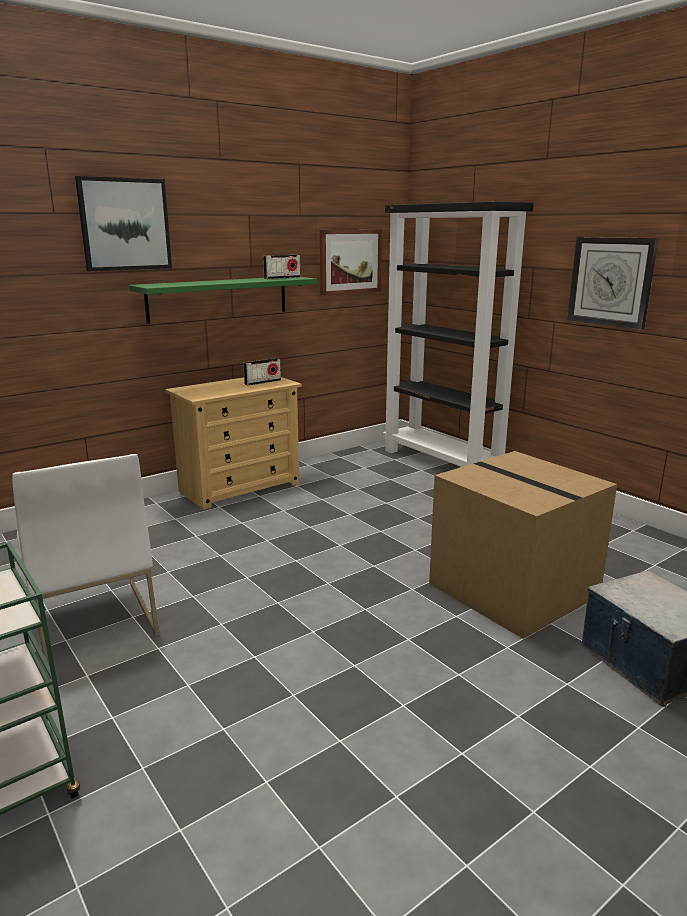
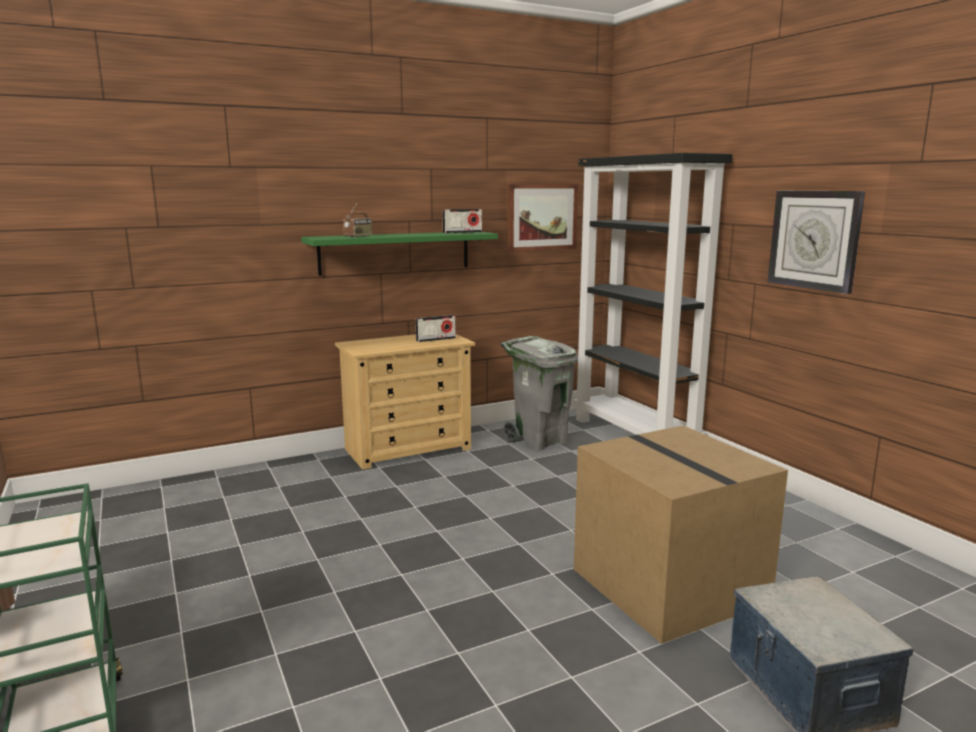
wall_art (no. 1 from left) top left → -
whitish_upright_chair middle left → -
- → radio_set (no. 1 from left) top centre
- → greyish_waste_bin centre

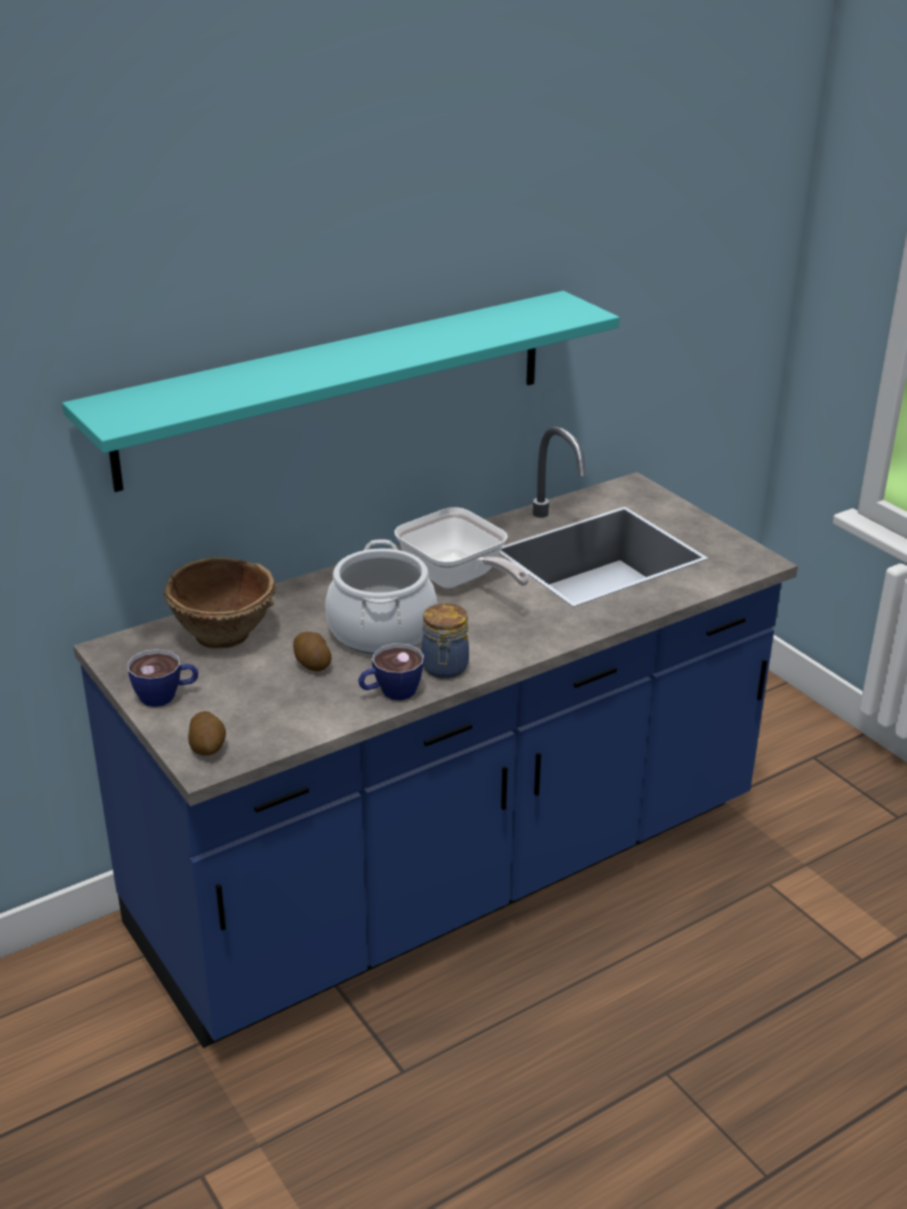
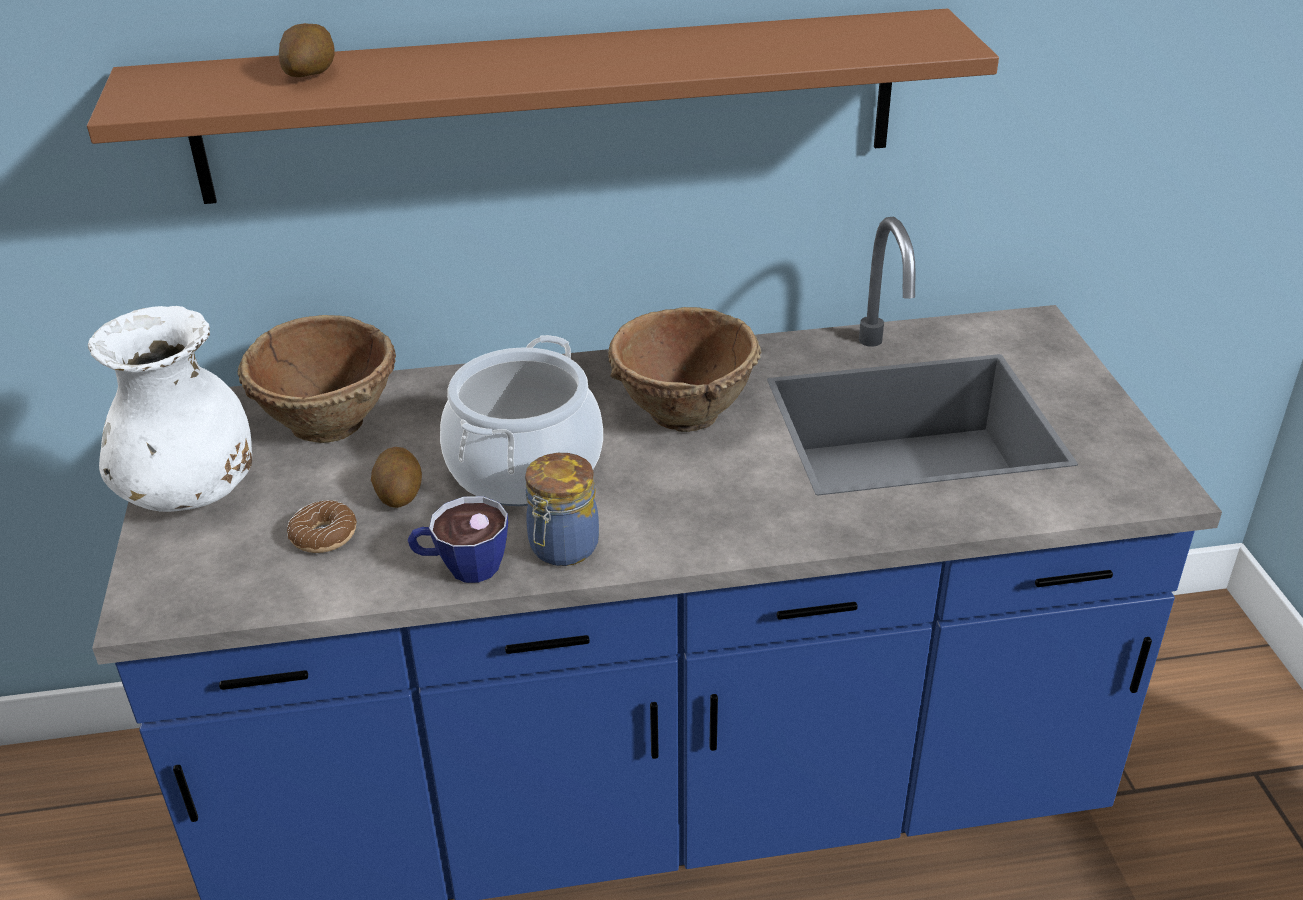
blue-green_shelf top centre → brownish_shelf top centre
pan centre → brownish_bowl (no. 2 from left) centre
small_cup (no. 1 from left) middle left → whitish_flower_vase middle left
spud (no. 1 from left) middle left → spud (no. 1 from left) top left, shifted
- → doughnut middle left

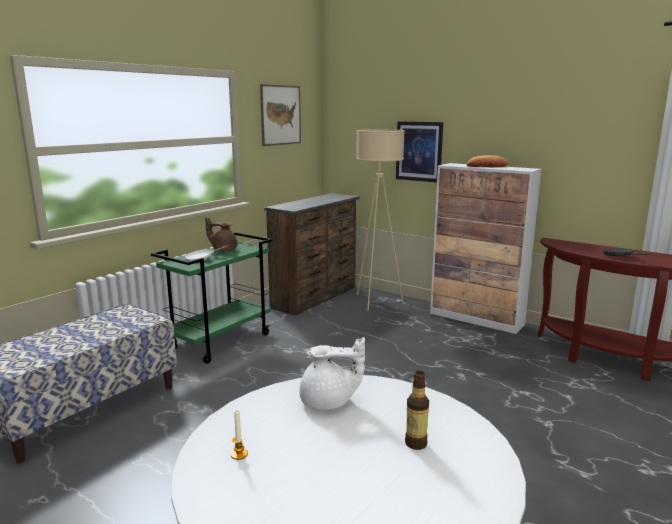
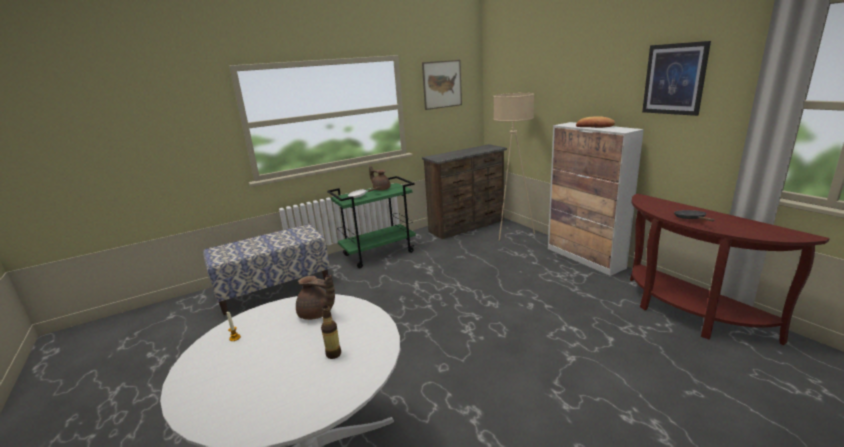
wall_art (no. 2 from left) top centre → wall_art (no. 2 from left) top right, shifted
whitish_pot_for_tea bottom centre → brownish_pot_for_tea (no. 1 from left) centre

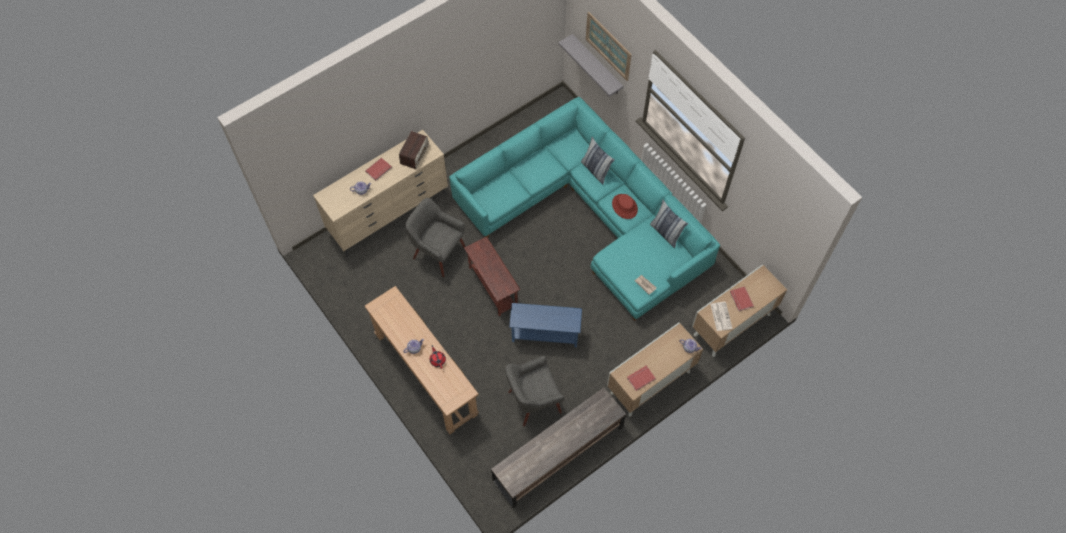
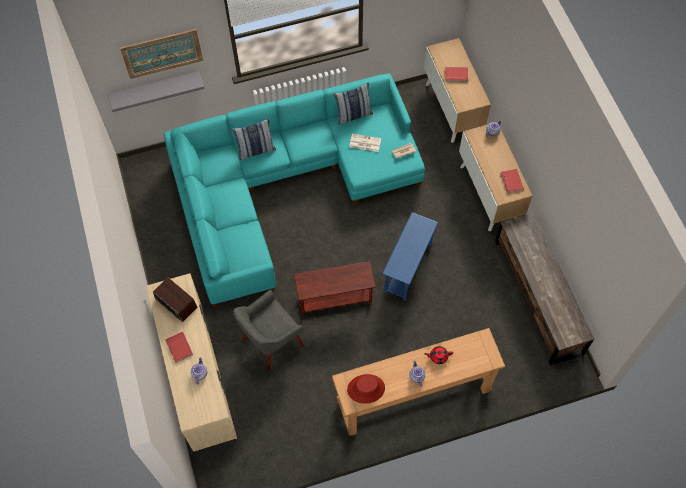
reddish_wearable_hat centre → reddish_wearable_hat bottom centre, shifted
printed_paper (no. 2 from left in the first image) middle right → printed_paper (no. 1 from left) top centre, shifted
greyish_lounge_chair (no. 2 from left) bottom centre → -

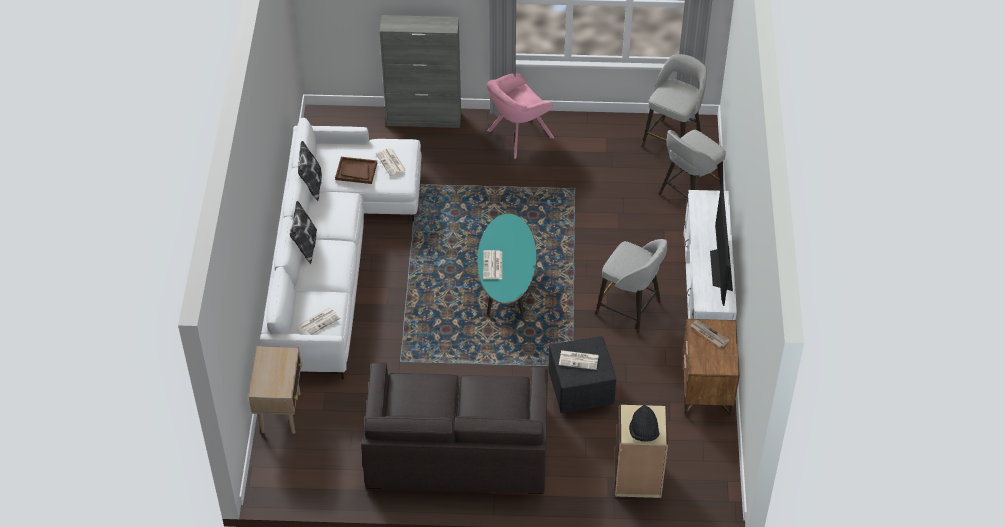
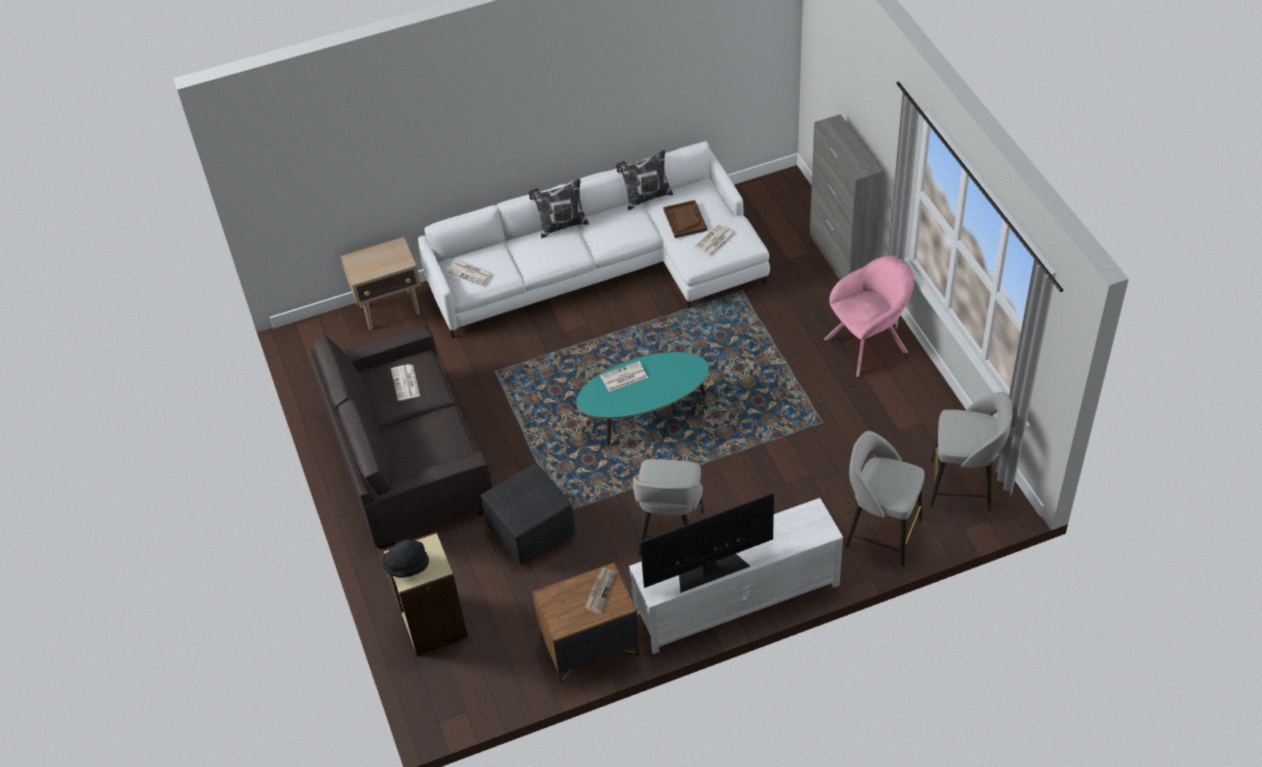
pink_lounge_chair top centre → pink_lounge_chair middle right, 120 degrees clockwise
printed_paper (no. 4 from left in the first image) bottom centre → printed_paper (no. 1 from left) middle left, shifted

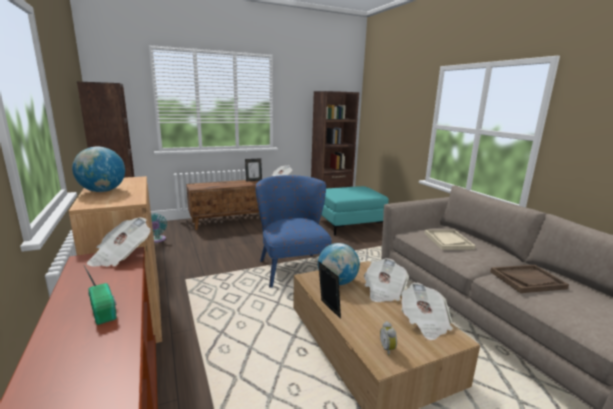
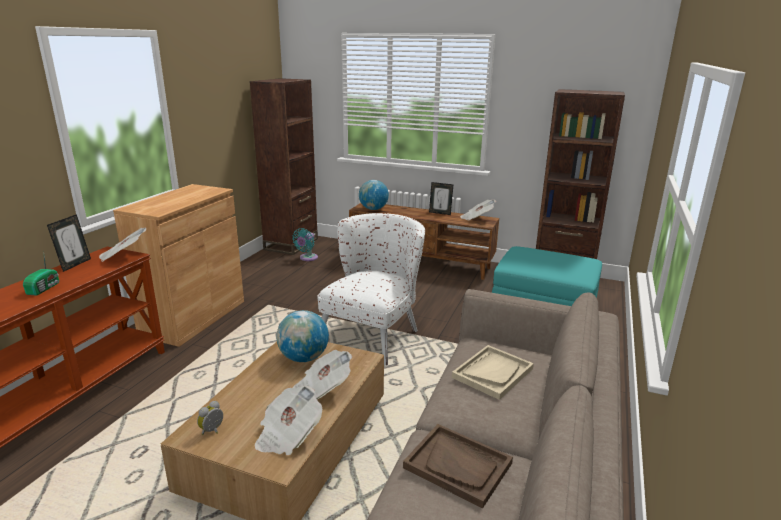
desk_globe (no. 1 from left in the first image) middle left → desk_globe (no. 2 from left) centre, shifted
bluish_lounge_chair centre → whitish_lounge_chair centre
standing_frame (no. 2 from left in the first image) bottom centre → standing_frame (no. 1 from left) middle left, shifted

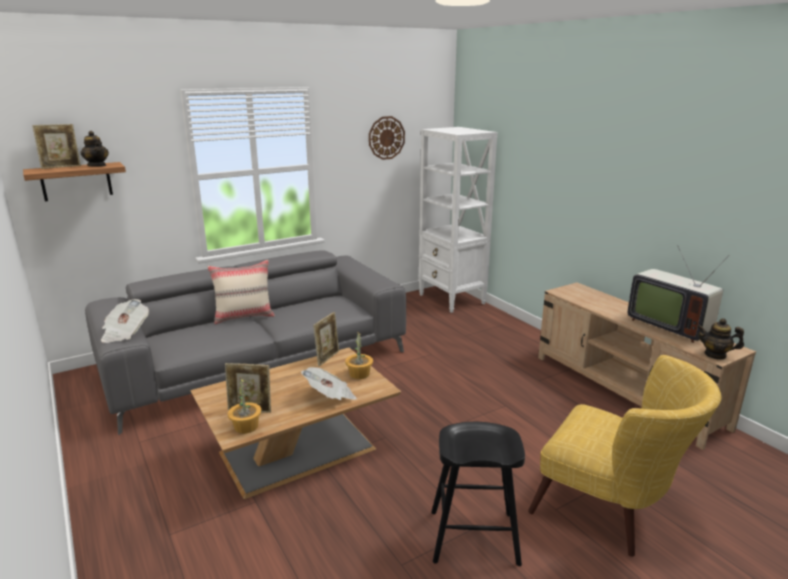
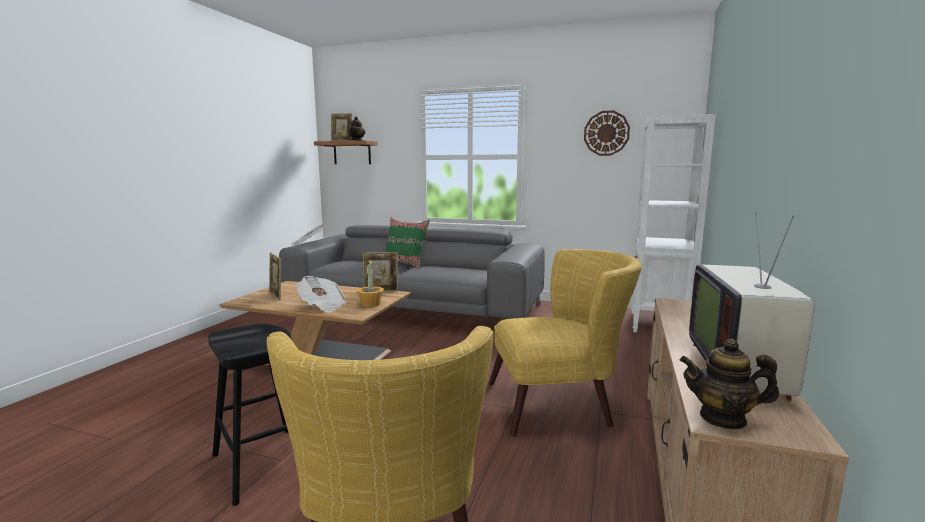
sand-coloured_cushion middle left → green-coloured_cushion centre
pot_for_tea (no. 2 from left) middle right → pot_for_tea (no. 2 from left) bottom right, 60 degrees counterclockwise
potted_plant (no. 1 from left) bottom left → -
- → yellow-coloured_lounge_chair (no. 2 from left) centre

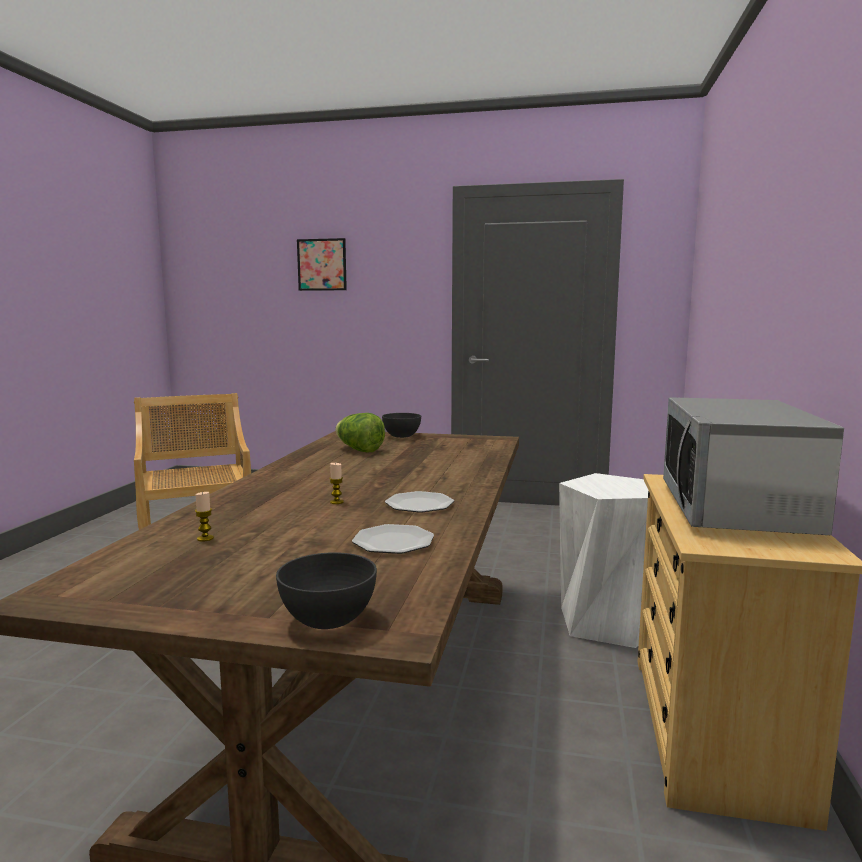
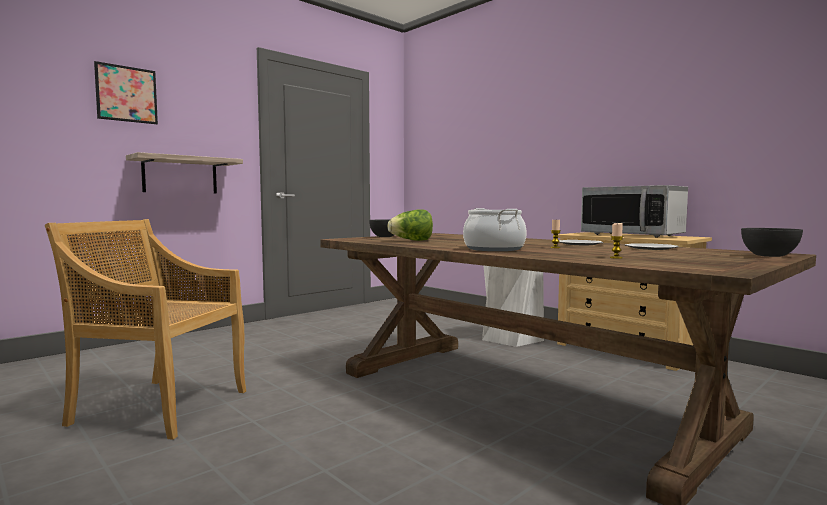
- → shelf middle left
- → stockpot centre

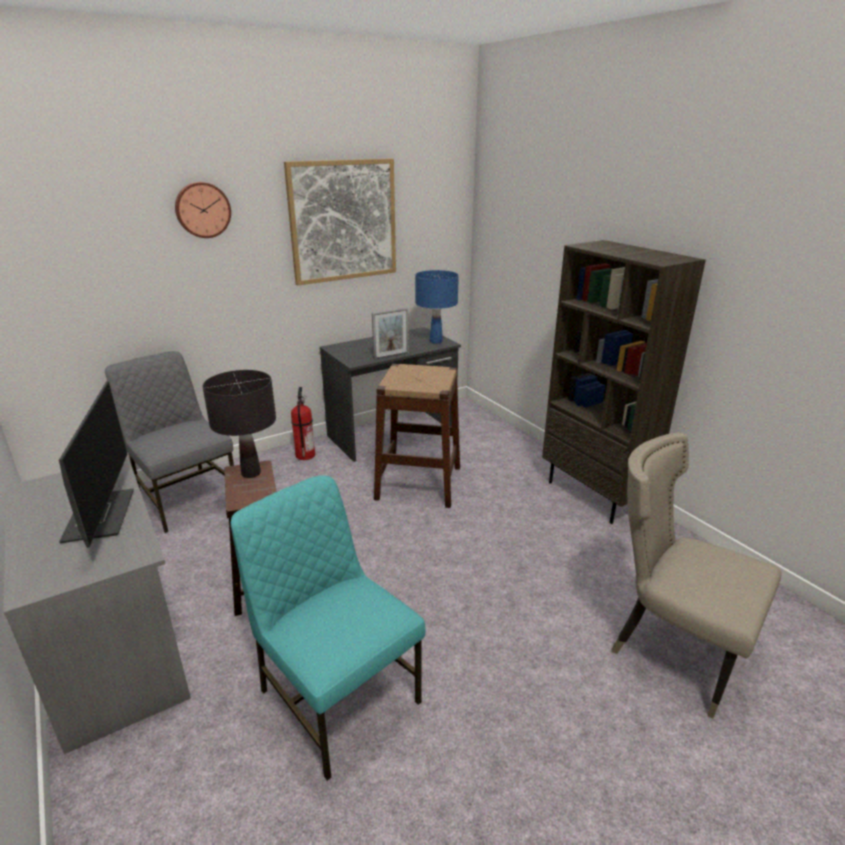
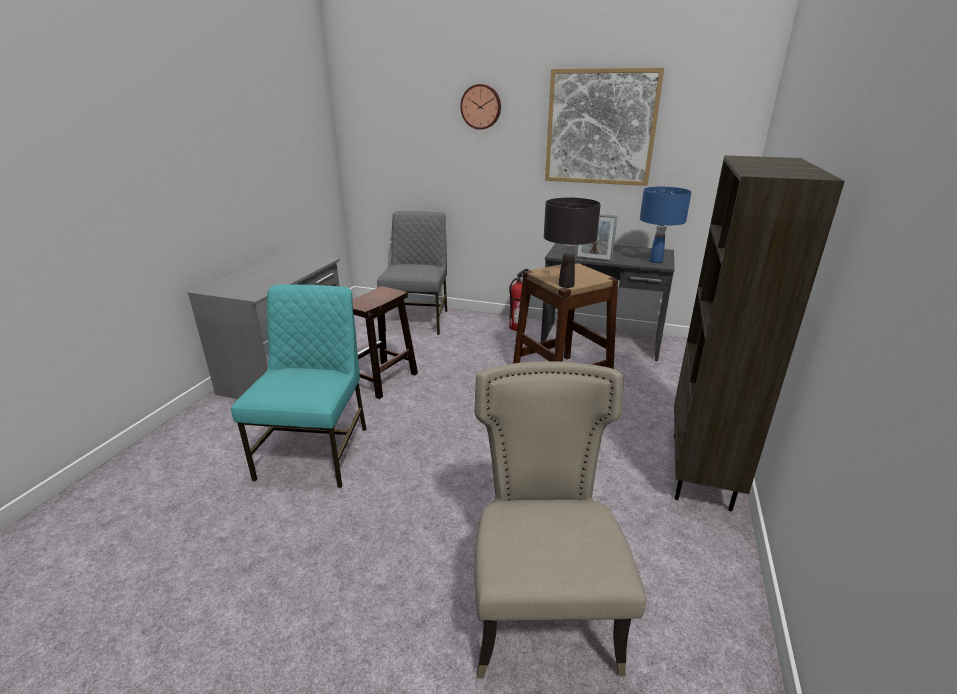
black_table_lamp middle left → black_table_lamp centre, shifted
computer_screen middle left → -

